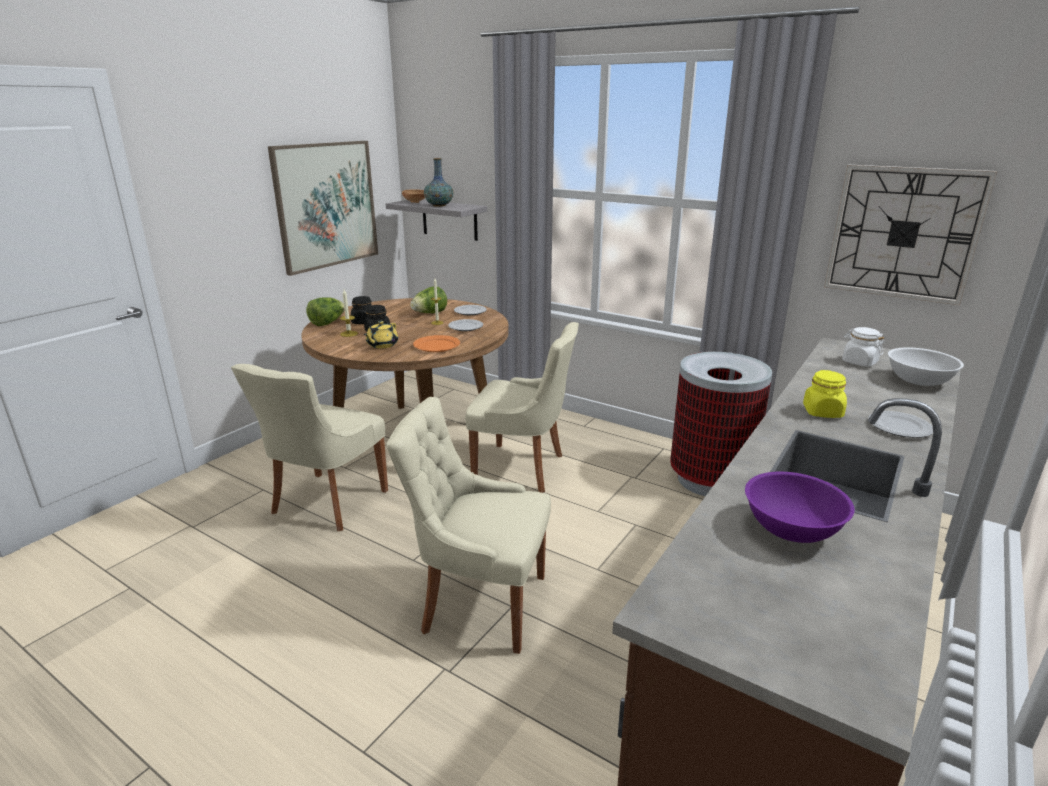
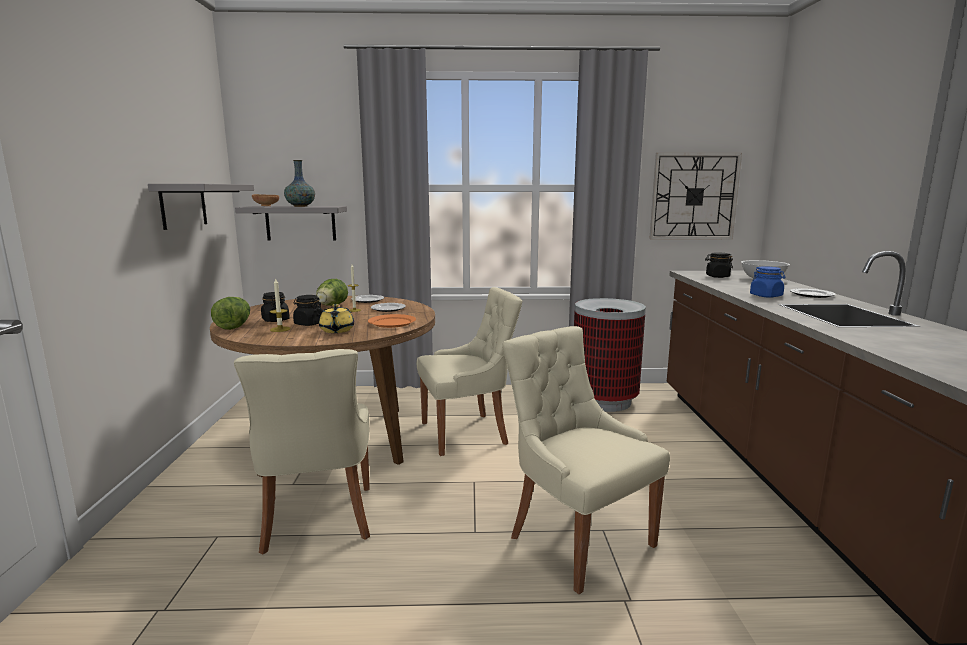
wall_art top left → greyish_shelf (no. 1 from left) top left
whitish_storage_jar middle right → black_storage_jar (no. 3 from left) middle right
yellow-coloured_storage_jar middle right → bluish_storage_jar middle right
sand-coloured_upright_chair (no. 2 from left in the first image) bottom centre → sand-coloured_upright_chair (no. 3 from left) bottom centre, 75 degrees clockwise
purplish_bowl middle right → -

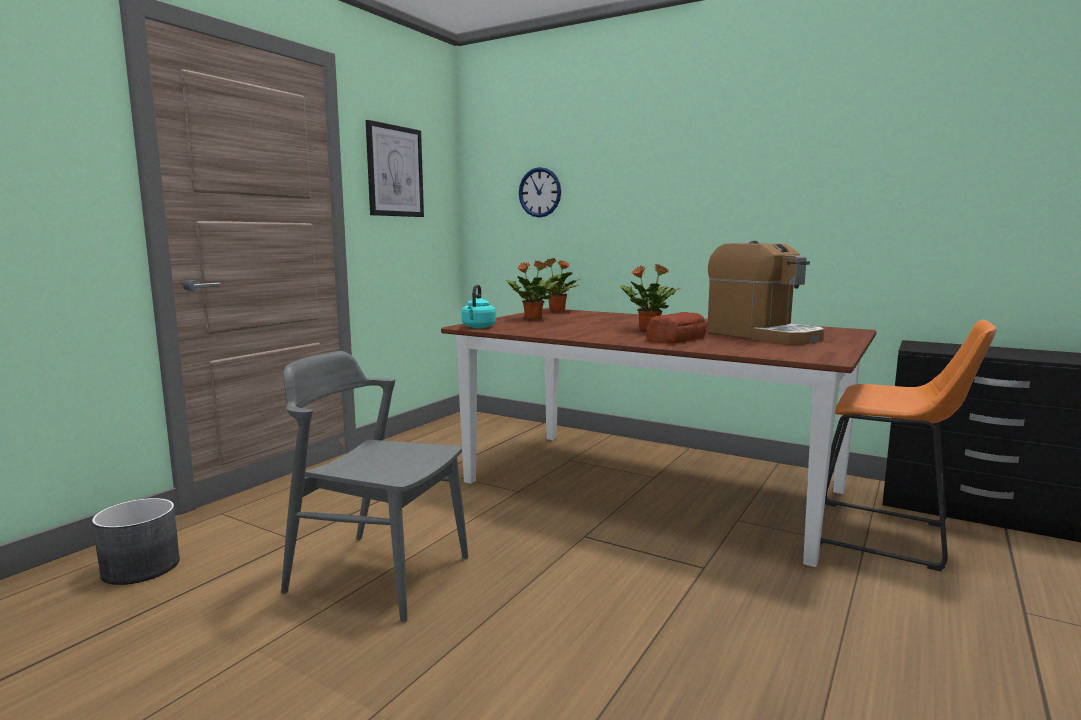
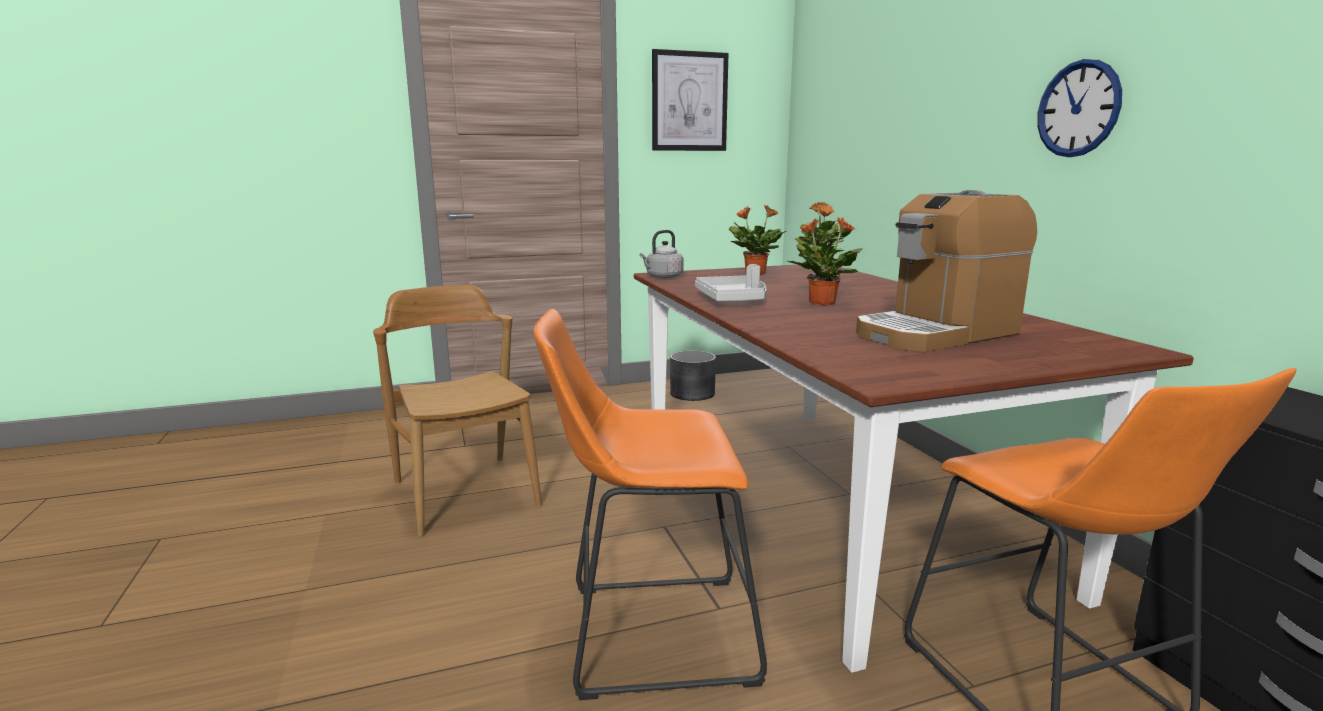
wall_clock top centre → wall_clock top right, shifted
coffee_maker middle right, 60 degrees clockwise
blue-green_water_kettle centre → greyish_water_kettle centre
baked_bread centre → -
greyish_upright_chair bottom centre → brownish_upright_chair centre
greyish_planter bottom left → greyish_planter centre, shifted
- → greyish_tray centre
- → orange_sitting_stool (no. 1 from left) bottom centre

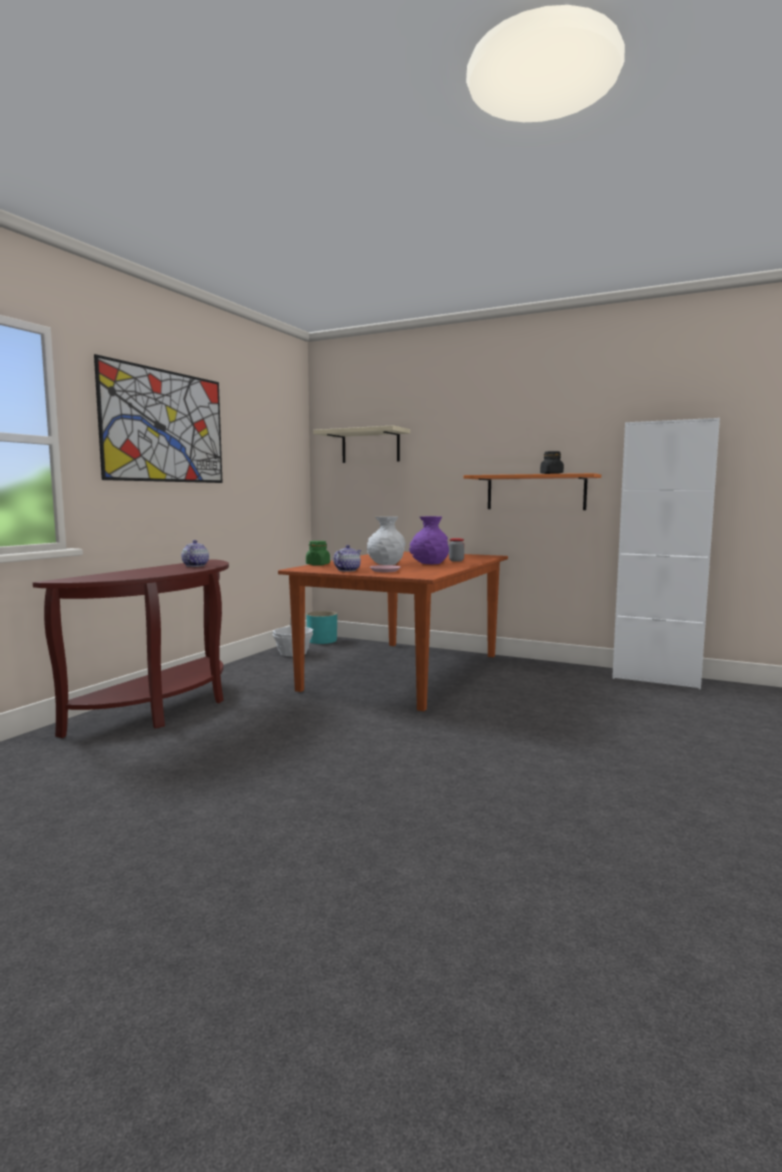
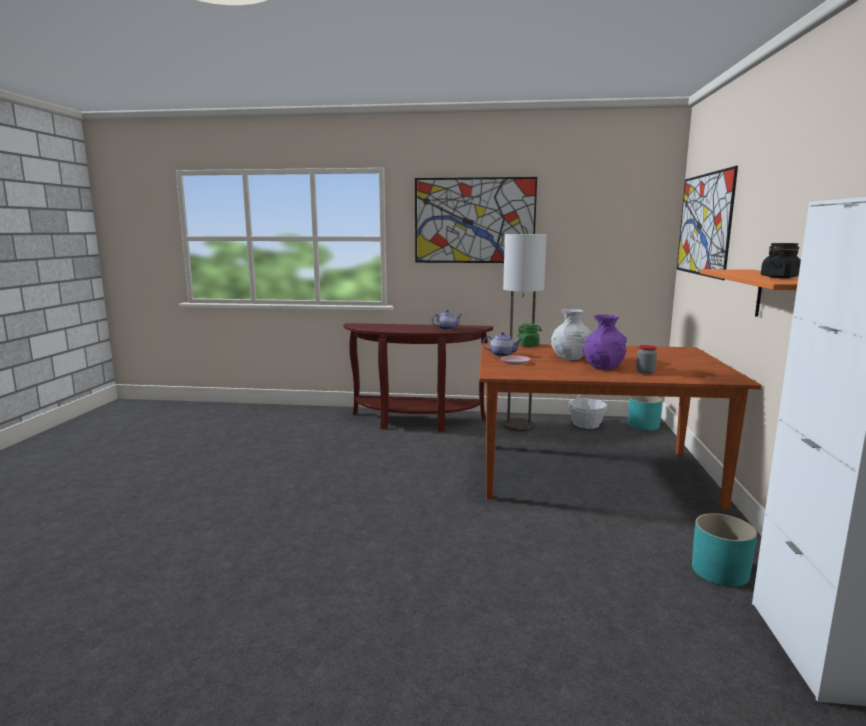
sand-coloured_shelf centre → wall_art (no. 2 from left) top right
- → standard_lamp centre
- → blue-green_planter (no. 2 from left) bottom right

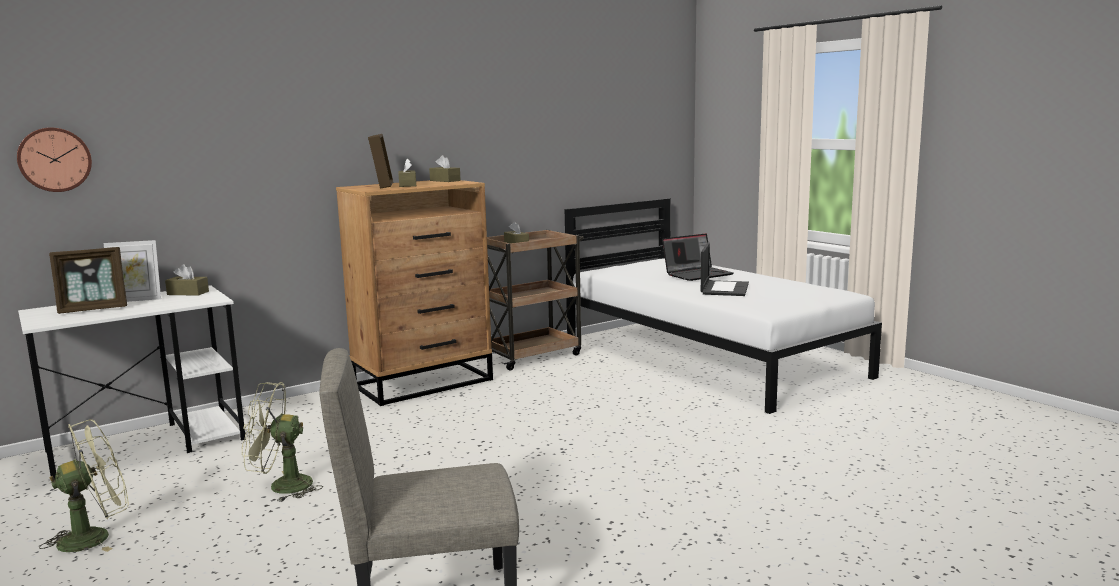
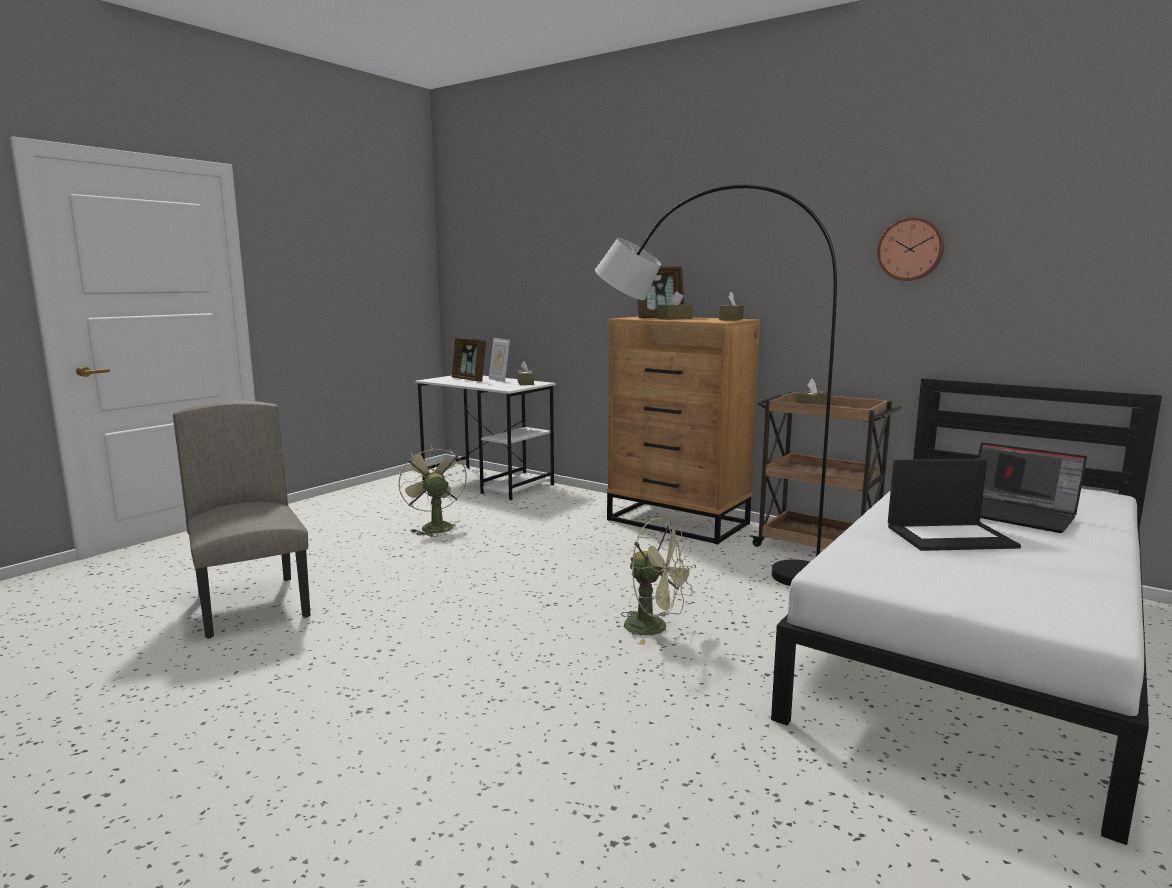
wall_clock top left → wall_clock top right, shifted
green-coloured_electric_fan (no. 1 from left in the first image) bottom left → green-coloured_electric_fan (no. 2 from left) centre, shifted
- → greyish_standard_lamp centre

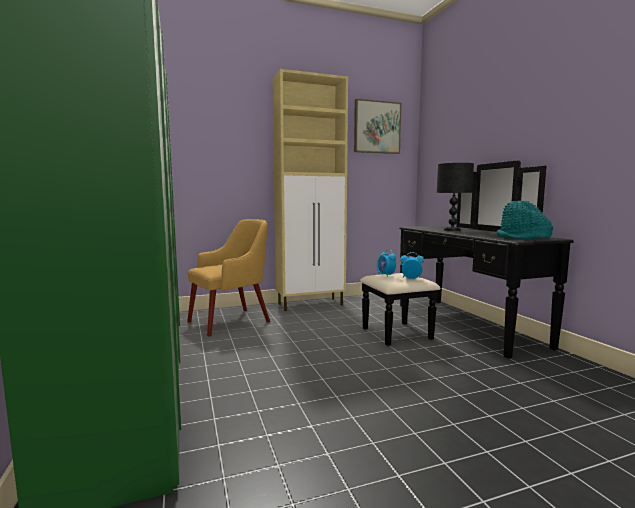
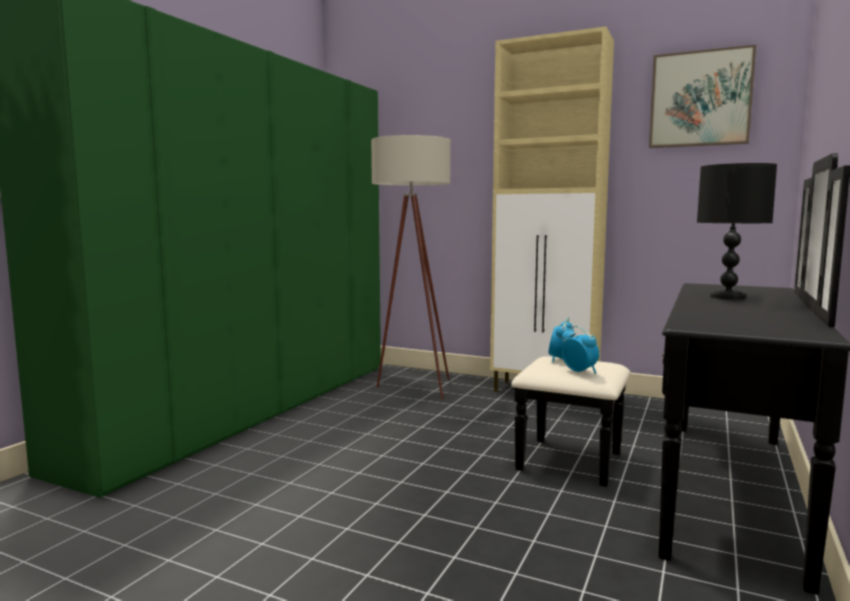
blue-green_wearable_hat middle right → -
yellow-coloured_lounge_chair centre → sand-coloured_standard_lamp centre

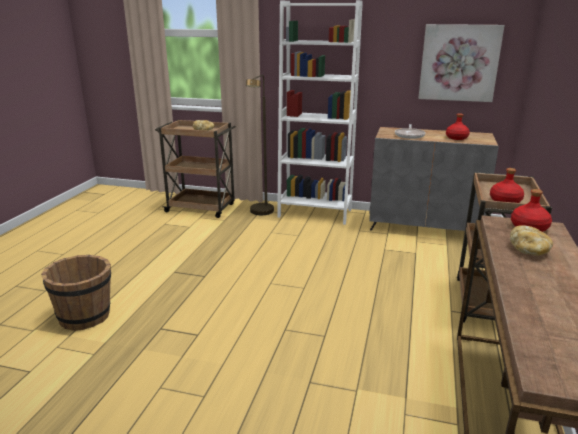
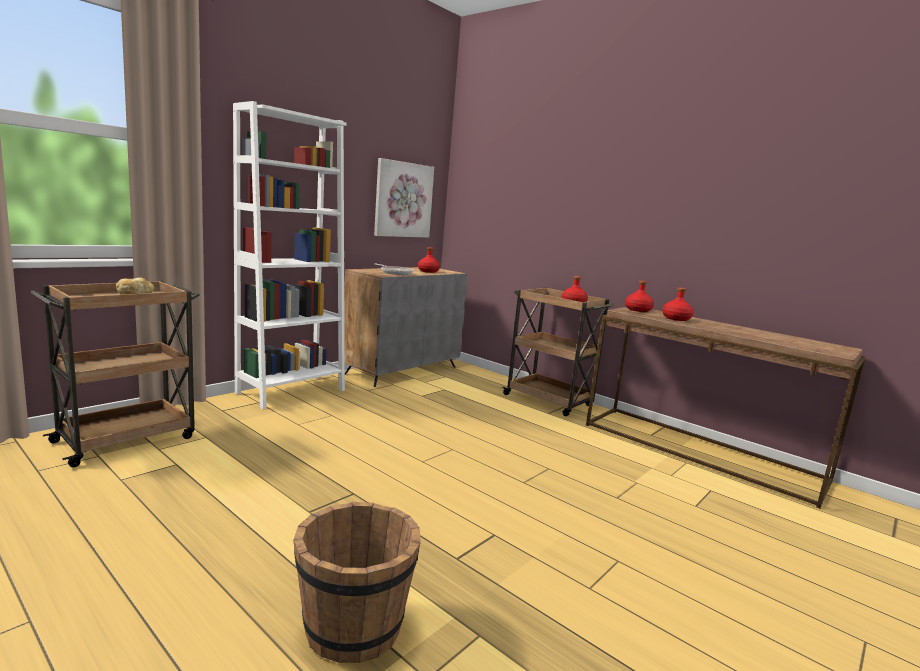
brownish_standard_lamp centre → -
baked_bread (no. 2 from left) middle right → reddish_drink_bottle (no. 4 from left) middle right

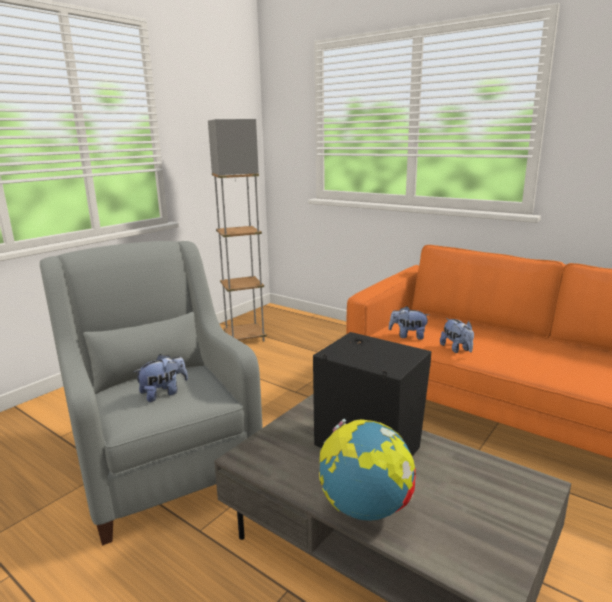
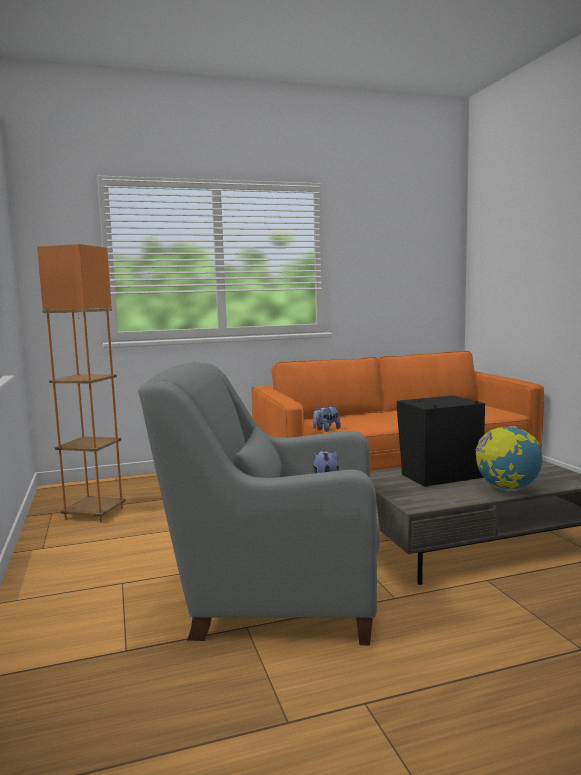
greyish_standard_lamp centre → orange_standard_lamp middle left
plush_toy (no. 3 from left) middle right → -

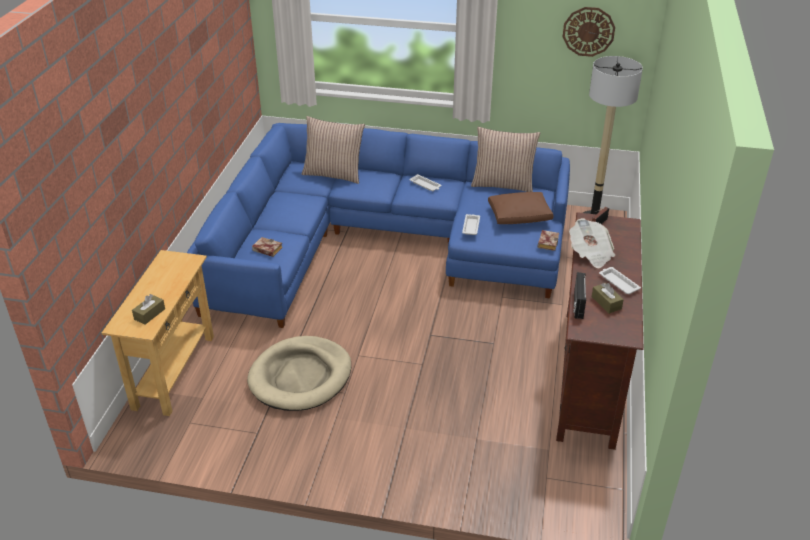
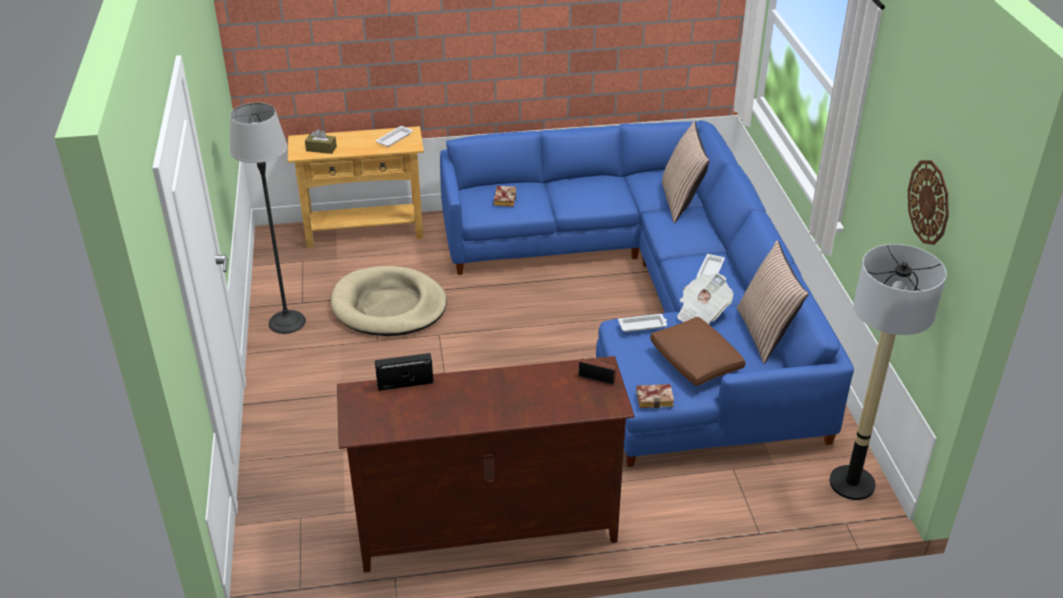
printed_paper middle right → printed_paper centre, shifted
whitish_tray (no. 3 from left in the first image) middle right → whitish_tray (no. 1 from left) top centre, shifted
brownish_tissue_box (no. 2 from left) middle right → -
- → standard_lamp (no. 1 from left) middle left

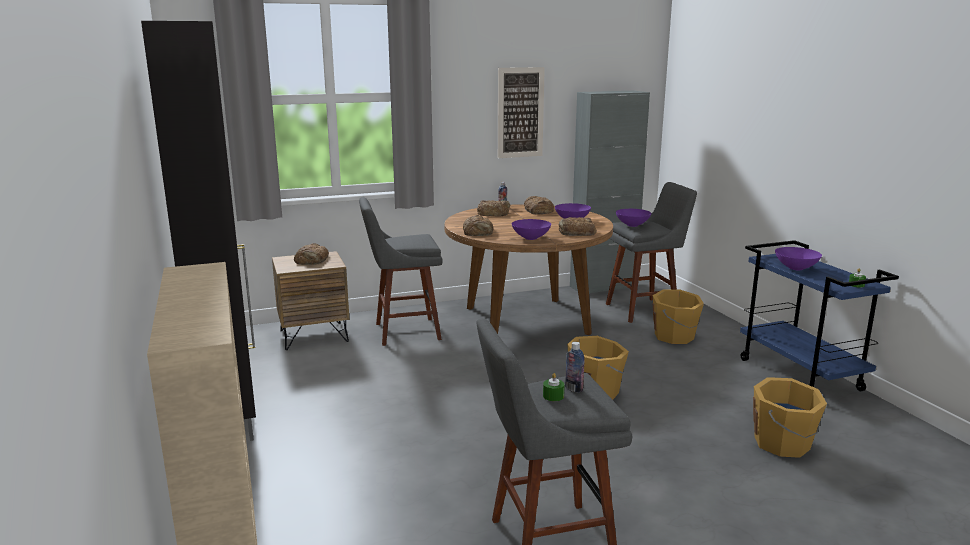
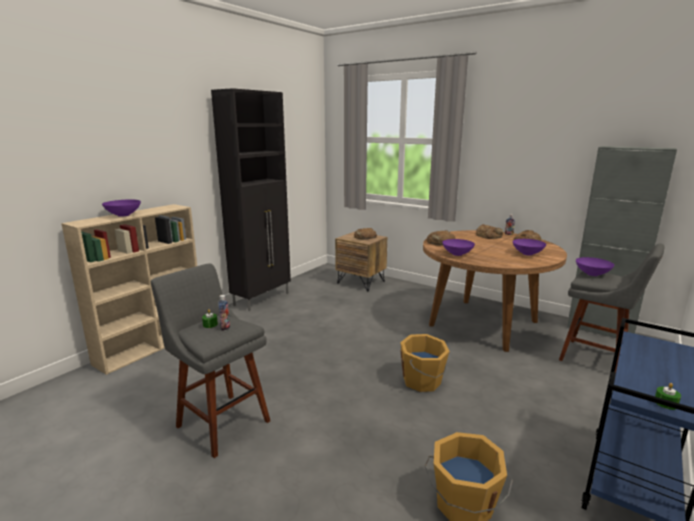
wall_art top centre → -
greyish_sitting_stool (no. 1 from left) centre → -
baked_bread (no. 5 from left) centre → -
purplish_bowl (no. 4 from left in the first image) middle right → purplish_bowl (no. 1 from left) middle left, shifted
orange_pail (no. 2 from left) middle right → -

